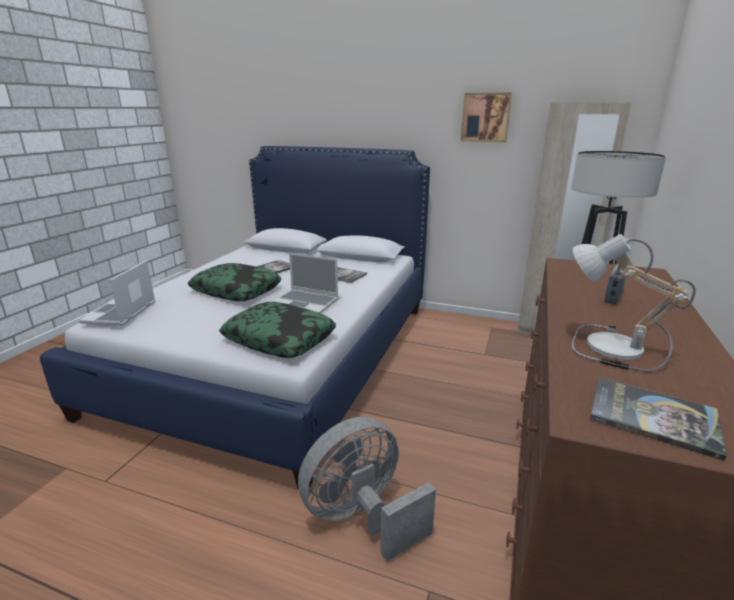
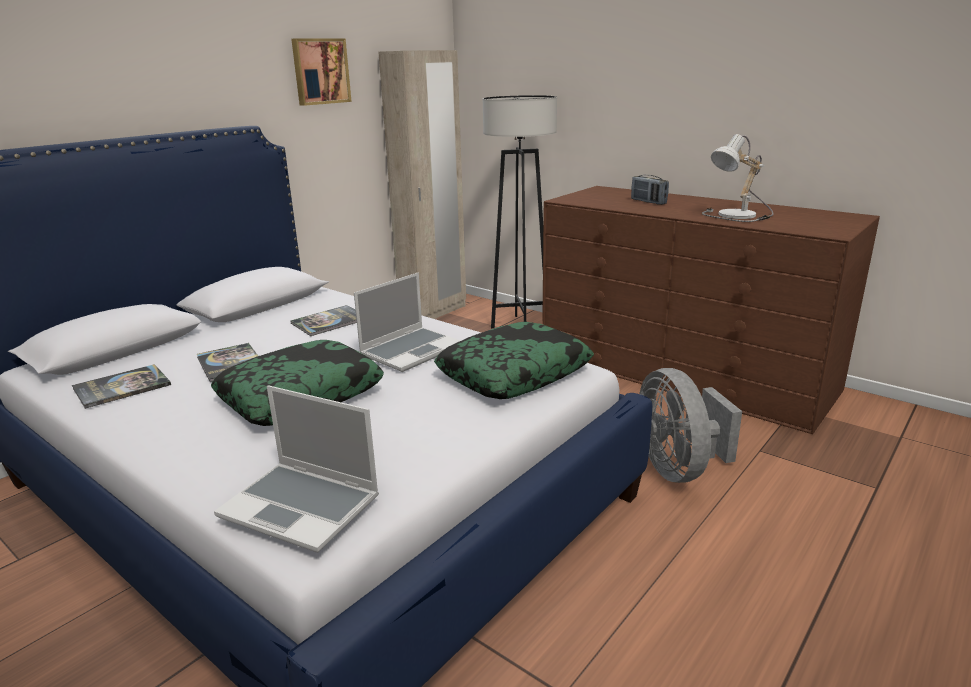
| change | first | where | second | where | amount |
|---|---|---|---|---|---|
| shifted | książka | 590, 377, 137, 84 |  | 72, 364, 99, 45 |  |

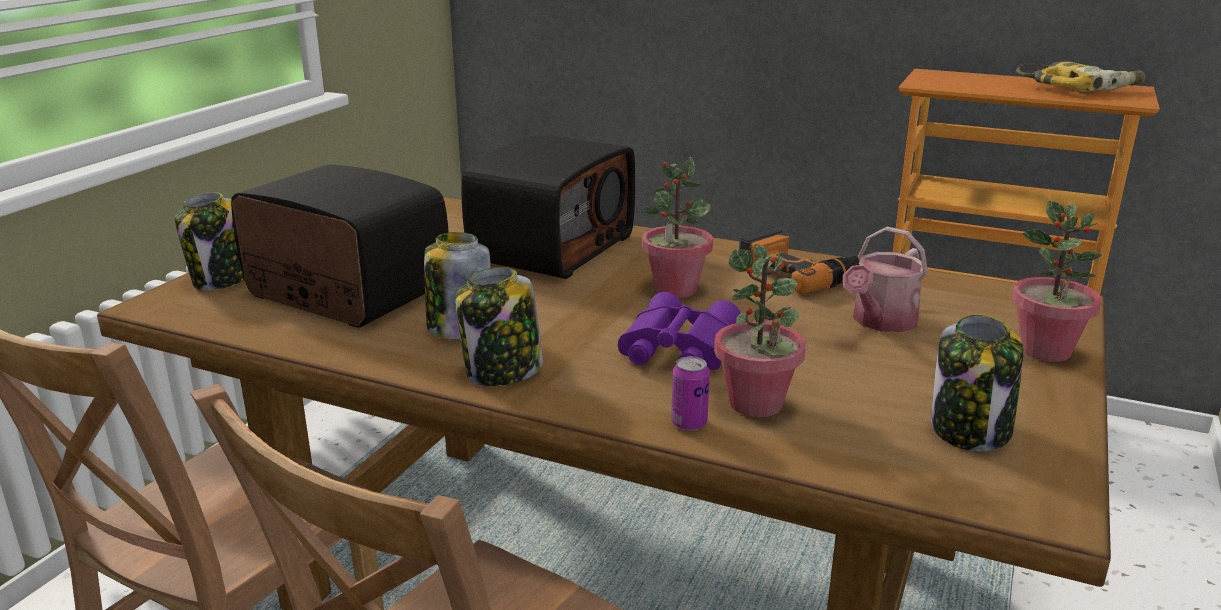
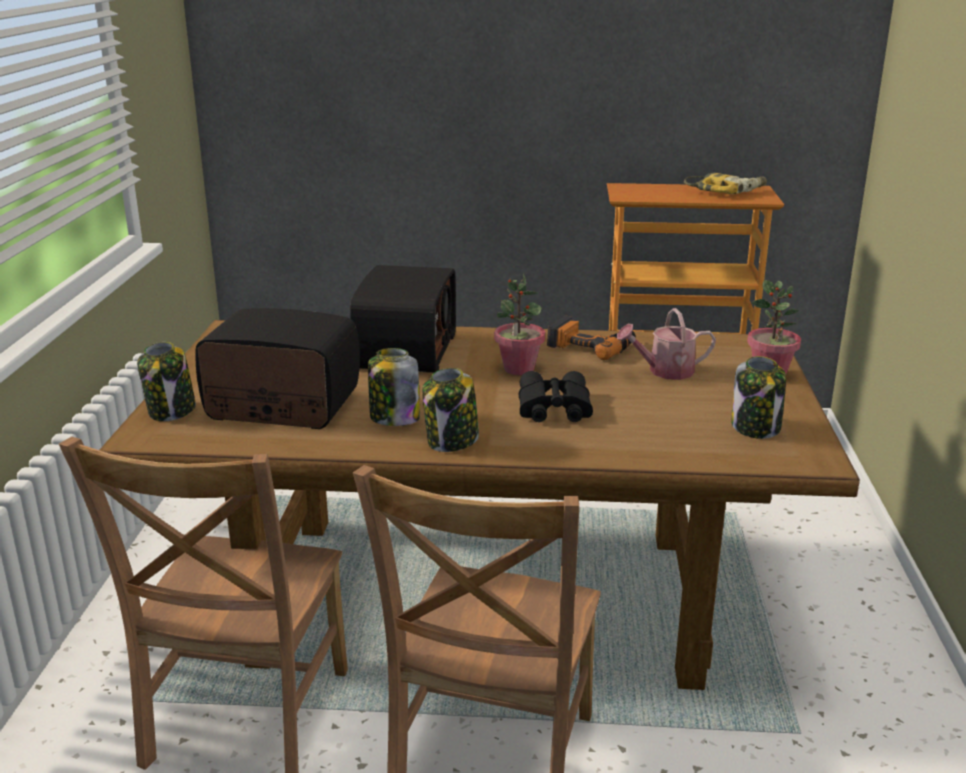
| change | first | where | second | where | amount |
|---|---|---|---|---|---|
| repainted | lornetka [fioletowy] | 618, 292, 123, 78 | lornetka [czarny] | 519, 371, 74, 51 |  |
| rotated | konewka | 843, 227, 85, 105 |  | 617, 308, 99, 72 | 60 degrees clockwise |
| gone | puszka | 671, 356, 39, 75 |  |  |  |
| gone | roślina doniczkowa | 714, 245, 92, 172 |  |  |  |

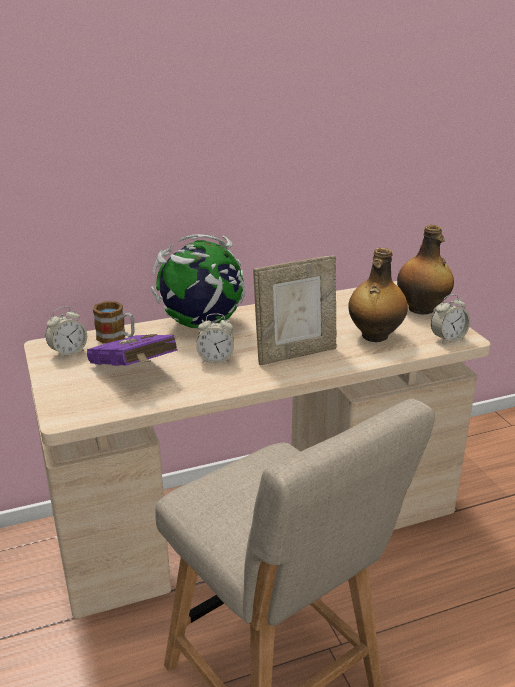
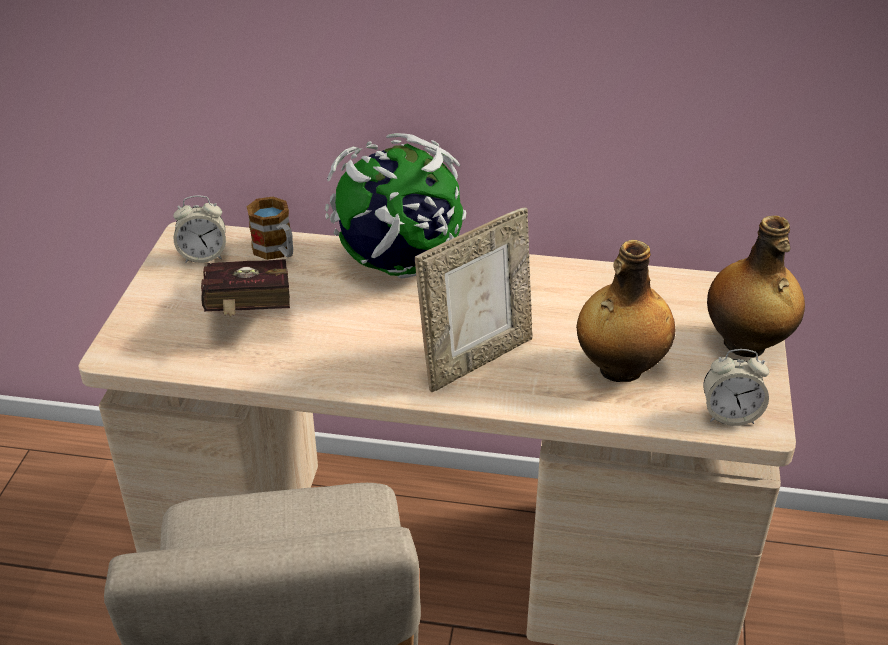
| change | first | where | second | where | amount |
|---|---|---|---|---|---|
| repainted | książka [fioletowy] | 87, 334, 91, 32 | książka [czerwony] | 201, 259, 89, 58 |  |
| rotated | ramka na zdjęcie | 253, 256, 84, 109 |  | 415, 208, 118, 184 | 45 degrees counterclockwise |
| gone | budzik | 196, 313, 38, 51 |  |  |  |

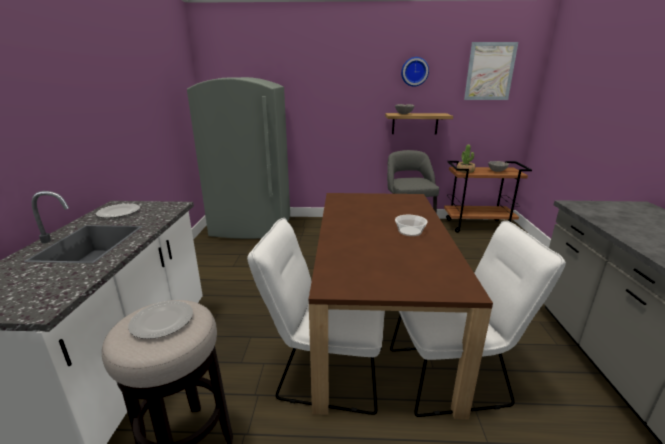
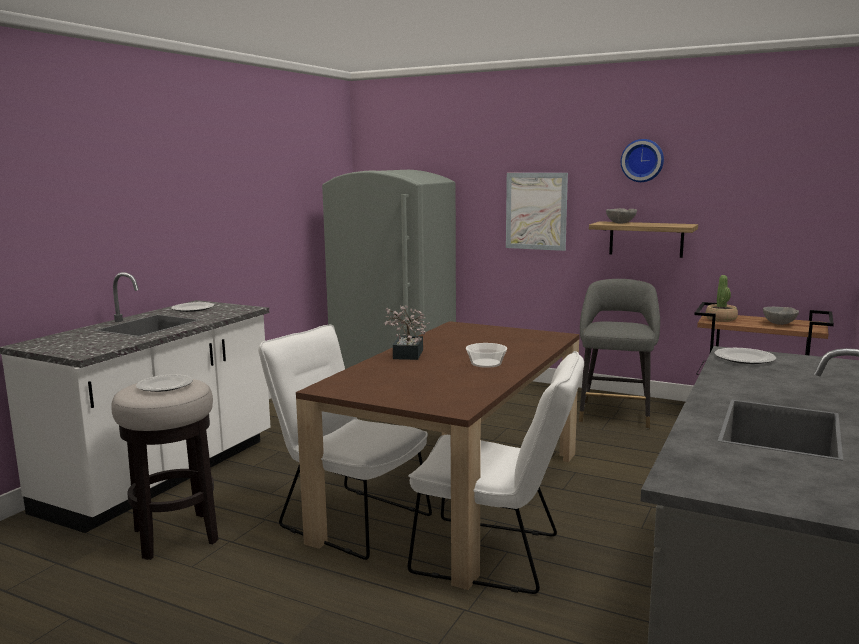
| change | first | where | second | where | amount |
|---|---|---|---|---|---|
| new |  |  | roślina doniczkowa | 384, 305, 46, 55 |  |
| shifted | obraz | 464, 42, 54, 58 |  | 506, 173, 62, 78 |  |
| new |  |  | talerz | 714, 348, 62, 16 |  |

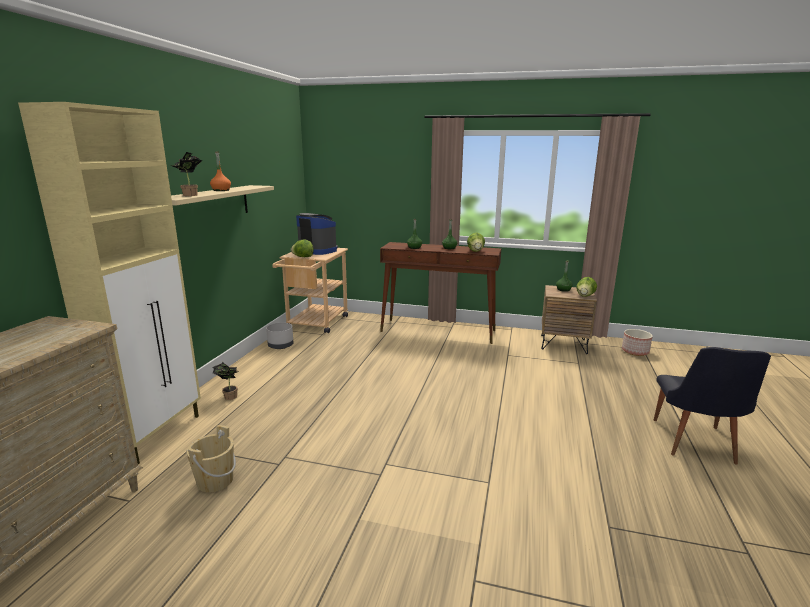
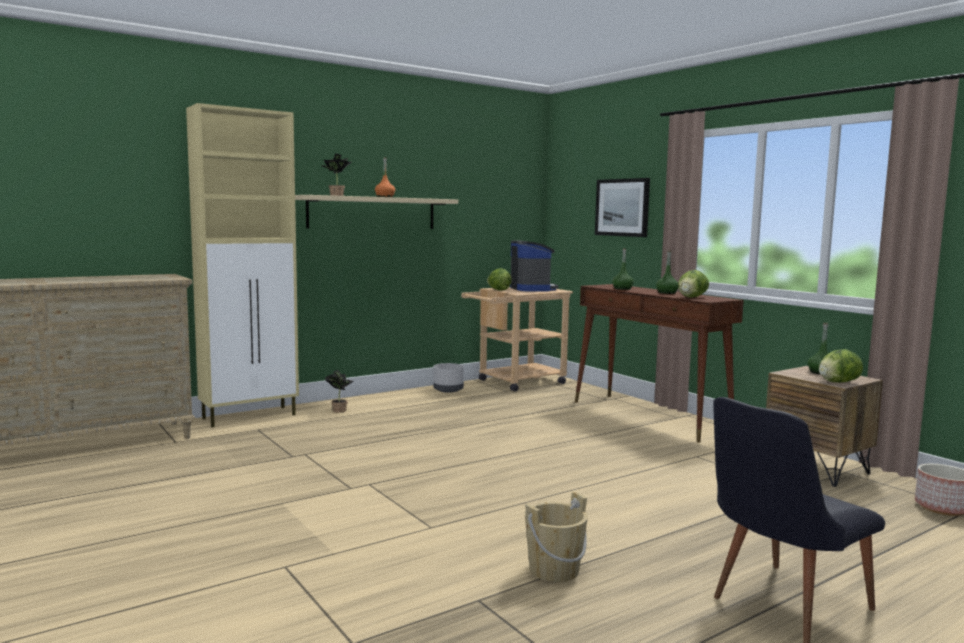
| change | first | where | second | where | amount |
|---|---|---|---|---|---|
| shifted | wiadro [beżowy] | 186, 425, 50, 67 |  | 525, 492, 63, 90 |  |
| new |  |  | obraz | 595, 178, 55, 59 |  |

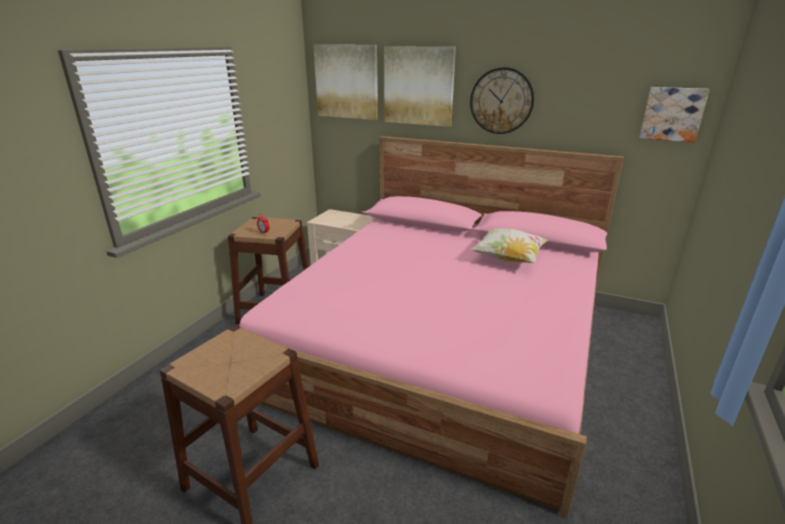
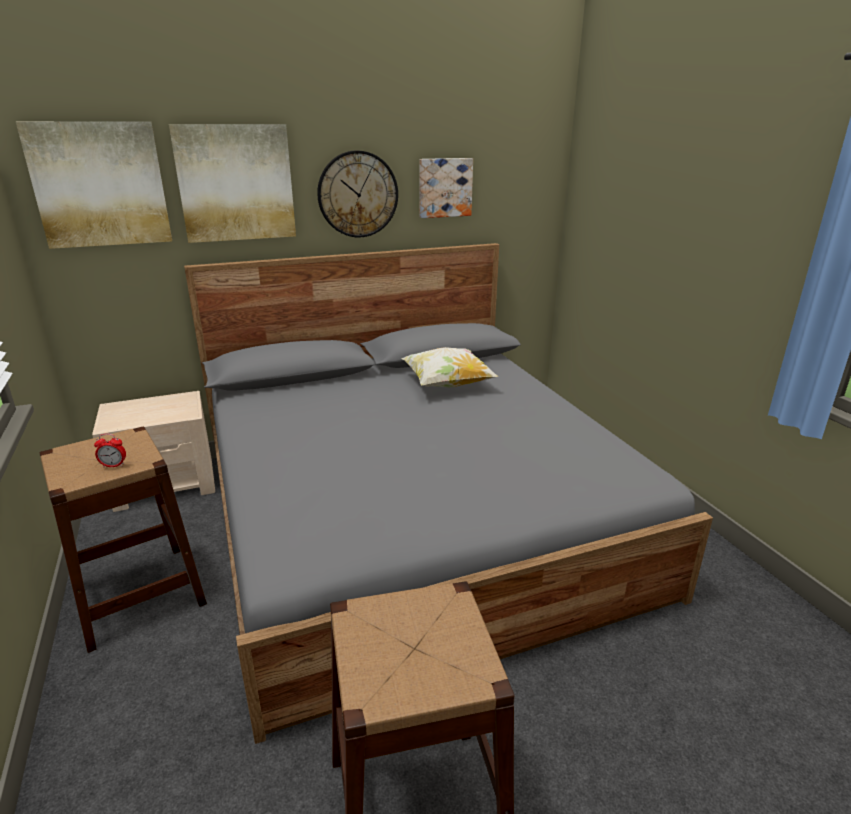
| change | first | where | second | where | amount |
|---|---|---|---|---|---|
| repainted | łóżko [różowy] | 240, 136, 384, 382 | łóżko [szary] | 184, 243, 529, 501 |  |
| shifted | obraz | 640, 87, 70, 55 |  | 419, 158, 54, 60 |  |

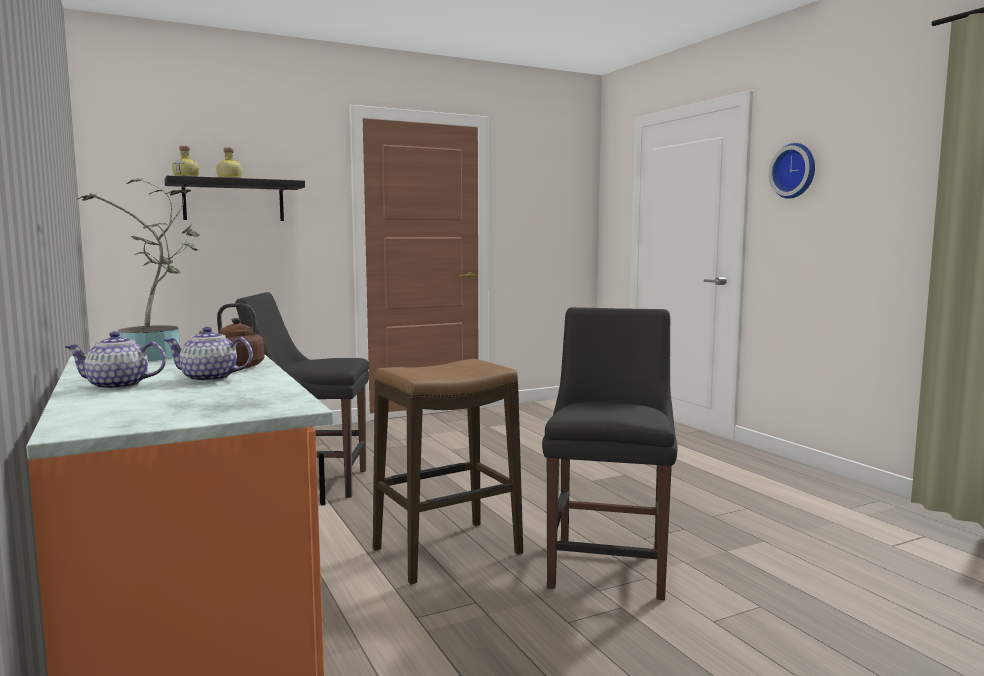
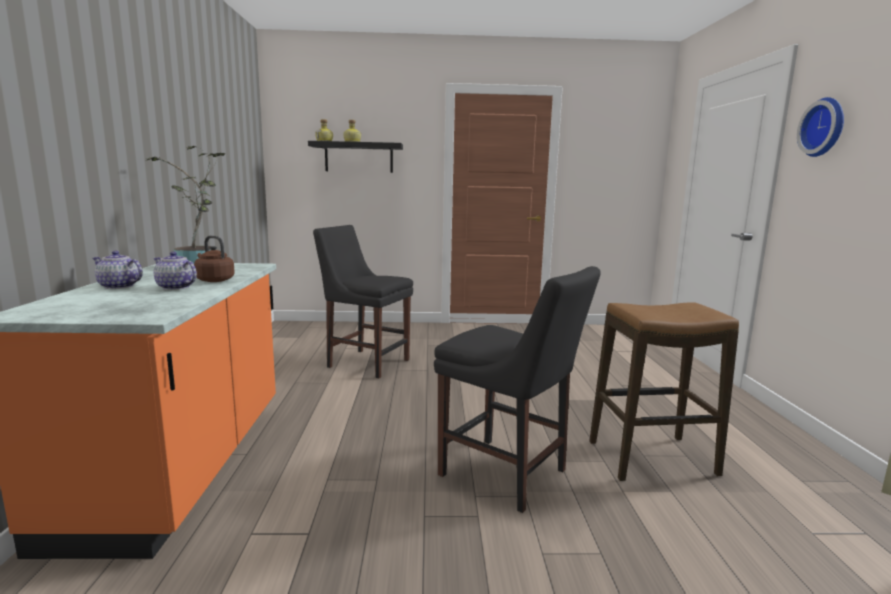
| change | first | where | second | where | amount |
|---|---|---|---|---|---|
| rotated | krzesło [czarny] | 542, 307, 135, 293 |  | 434, 266, 167, 247 | 90 degrees clockwise |
| shifted | stołek | 373, 359, 150, 226 |  | 589, 302, 150, 179 |  |

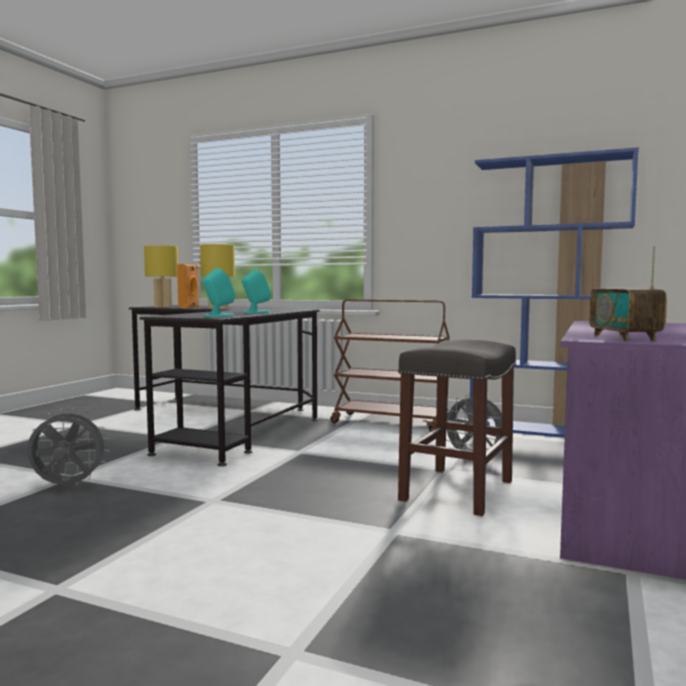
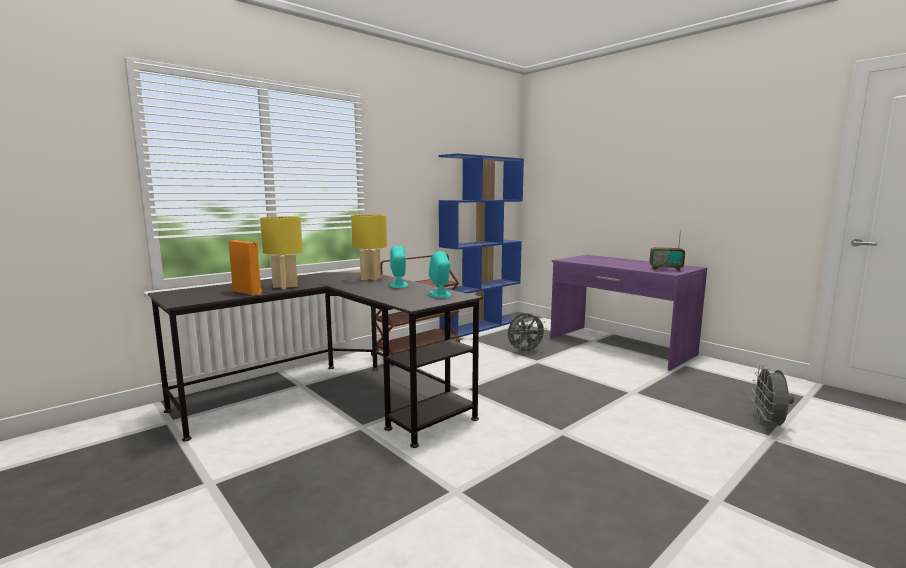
| change | first | where | second | where | amount |
|---|---|---|---|---|---|
| shifted | lampa stołowa [żółty] | 144, 245, 34, 63 |  | 351, 214, 36, 66 |  |
| shifted | wentylator [szary] | 27, 408, 83, 77 |  | 751, 365, 43, 63 |  |
| gone | stołek [szary] | 398, 340, 118, 176 |  |  |  |

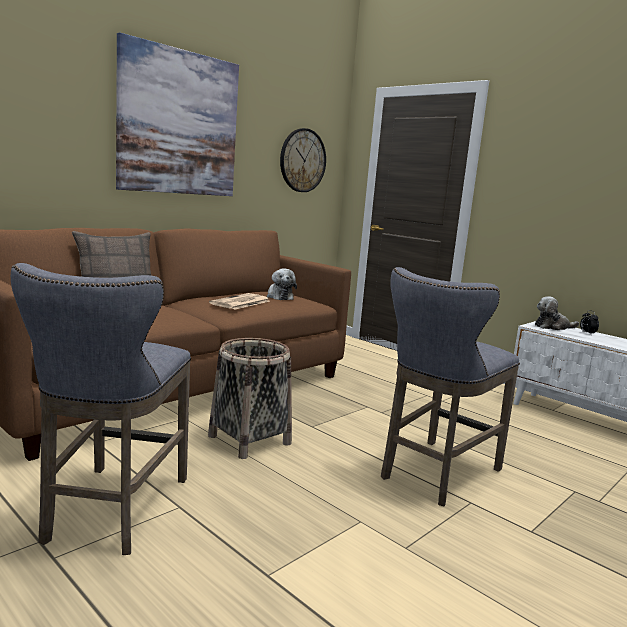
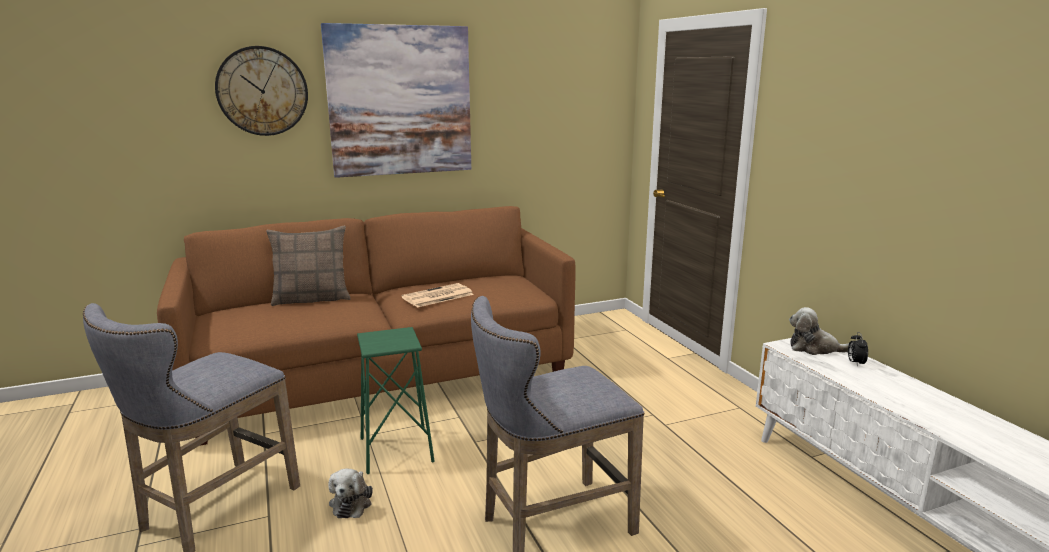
| change | first | where | second | where | amount |
|---|---|---|---|---|---|
| shifted | zegar ścienny | 280, 128, 46, 64 |  | 215, 46, 93, 90 |  |
| shifted | pluszak | 267, 268, 30, 32 |  | 329, 468, 44, 50 |  |
| swapped | koszyk | 208, 338, 84, 121 | stołek [zielony] | 357, 327, 78, 147 |  |

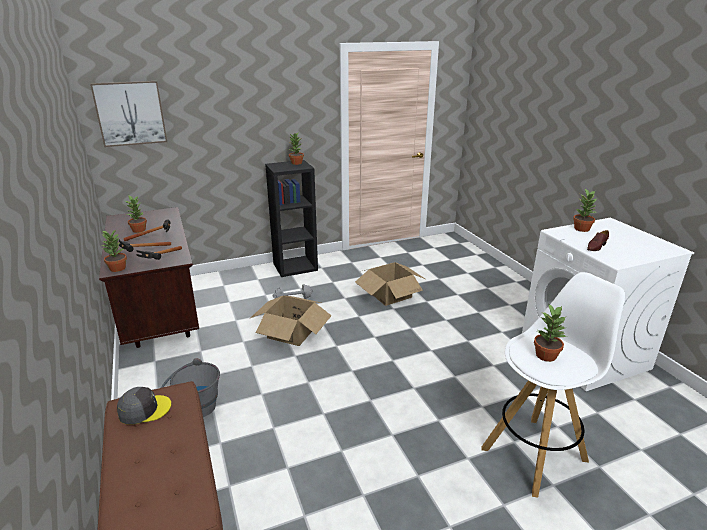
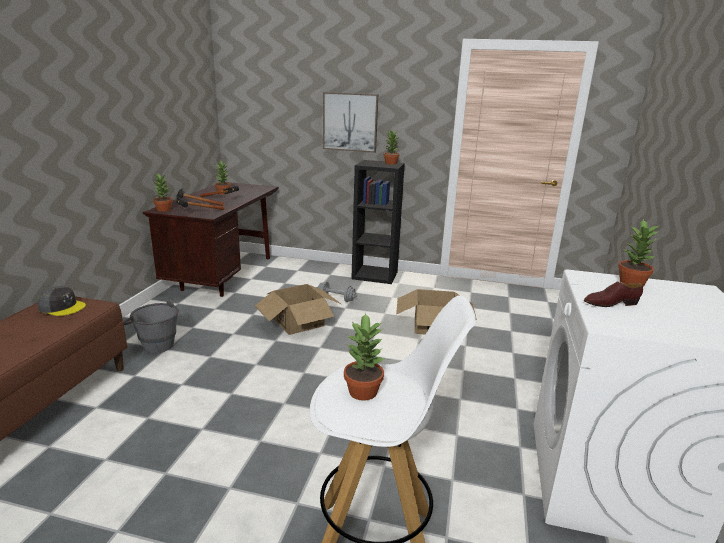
| change | first | where | second | where | amount |
|---|---|---|---|---|---|
| shifted | obraz | 90, 81, 77, 66 |  | 323, 92, 55, 61 |  |

